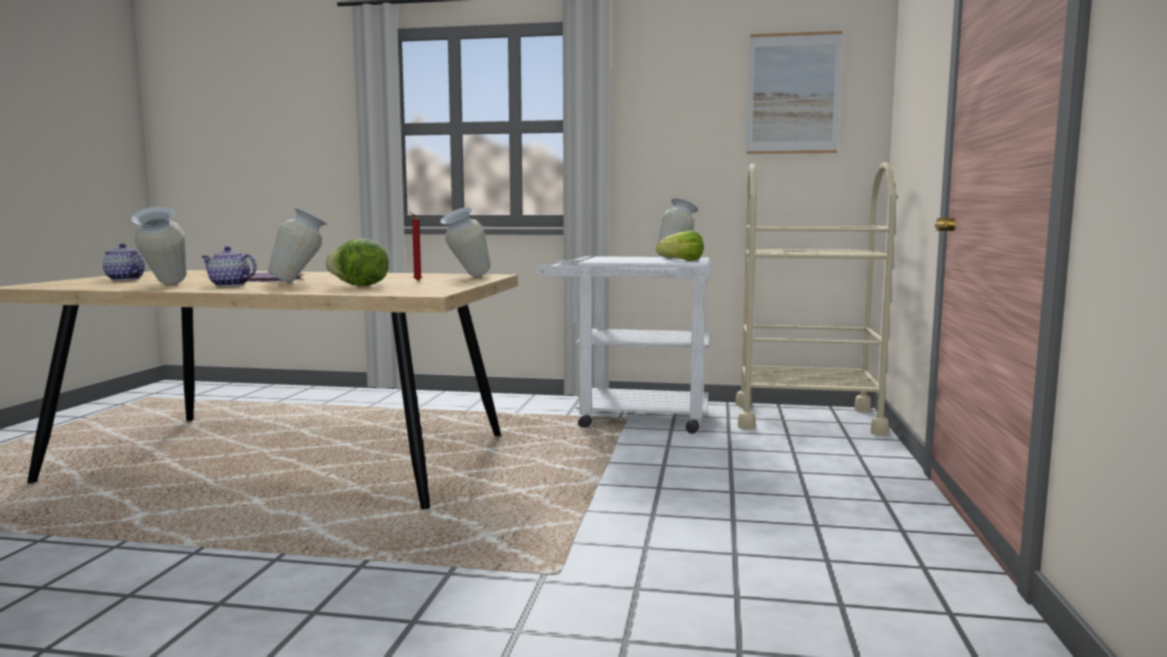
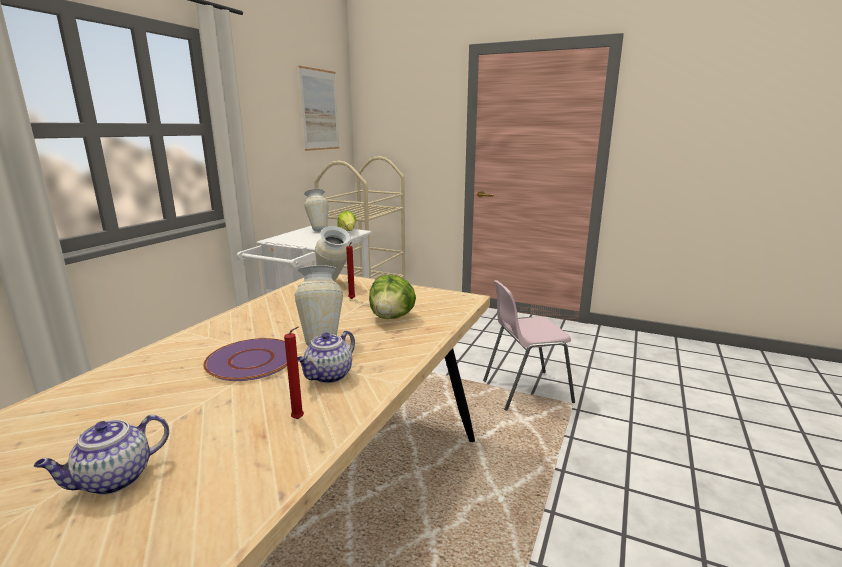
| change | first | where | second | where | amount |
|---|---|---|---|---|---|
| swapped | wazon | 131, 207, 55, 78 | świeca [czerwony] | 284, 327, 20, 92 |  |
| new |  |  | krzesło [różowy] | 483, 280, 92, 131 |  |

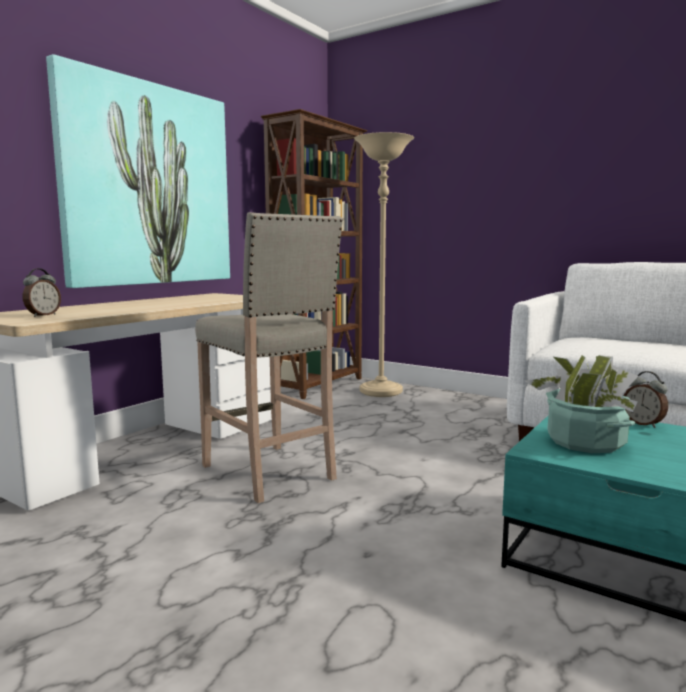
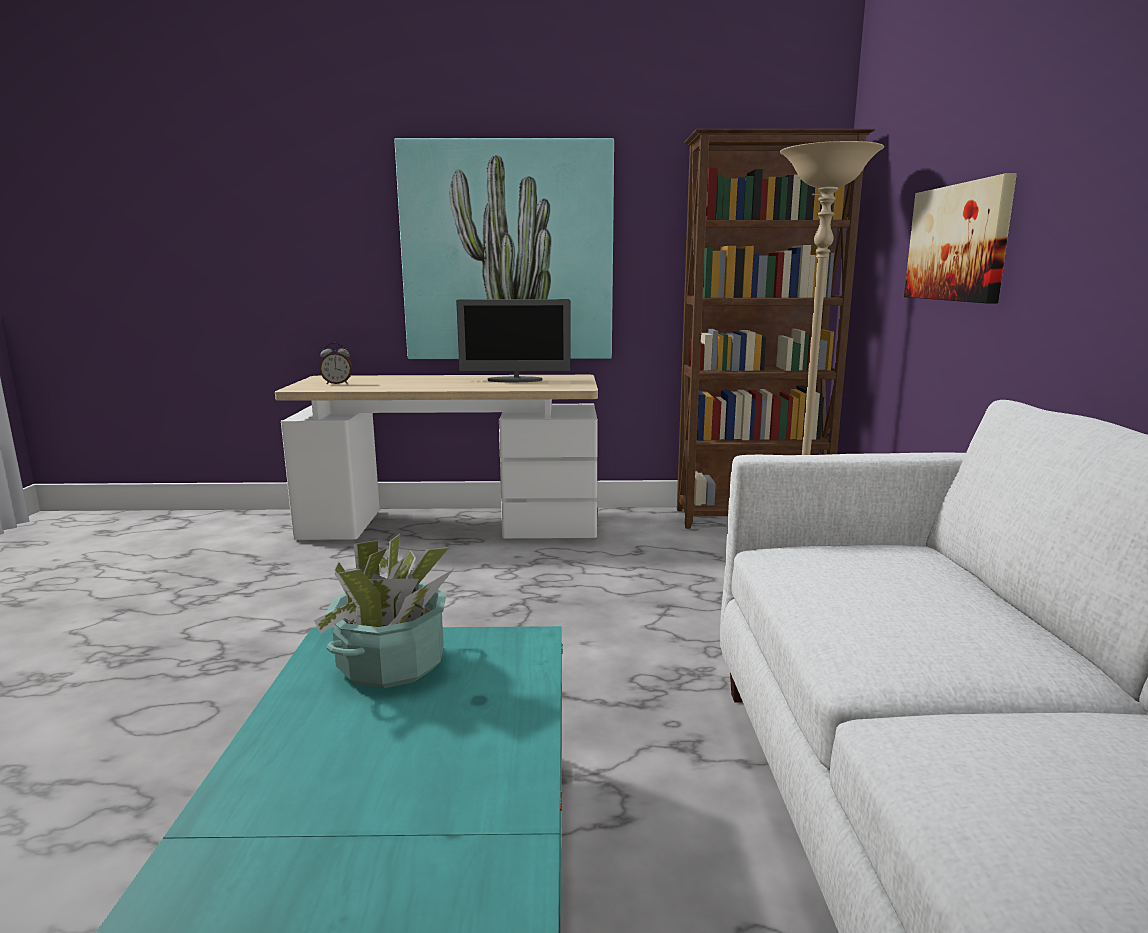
| change | first | where | second | where | amount |
|---|---|---|---|---|---|
| new |  |  | monitor | 456, 299, 115, 83 |  |
| new |  |  | obraz | 904, 173, 113, 130 |  |
| gone | stołek [beżowy] | 195, 212, 148, 291 |  |  |  |
| gone | budzik | 624, 371, 44, 57 |  |  |  |

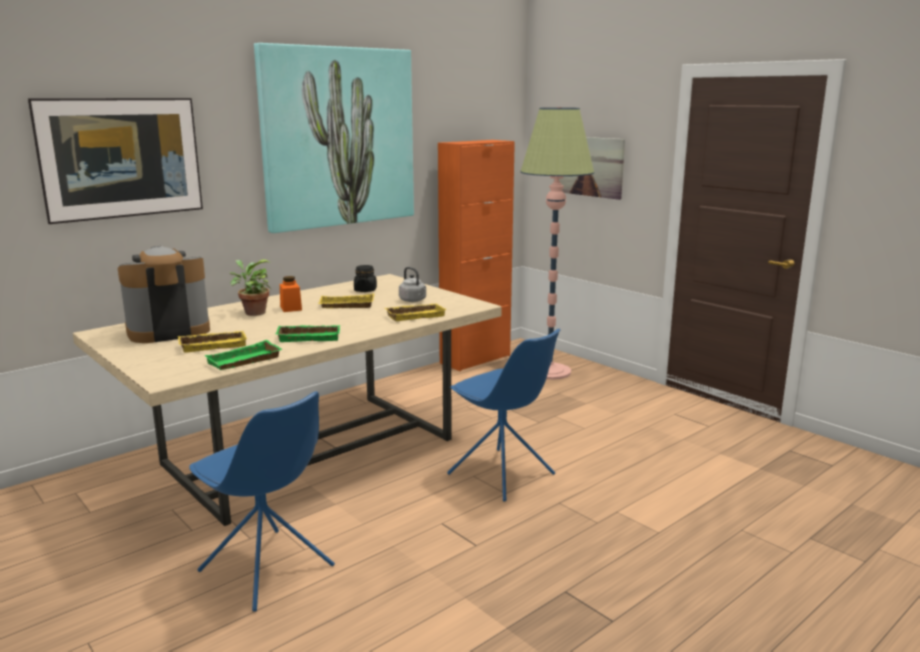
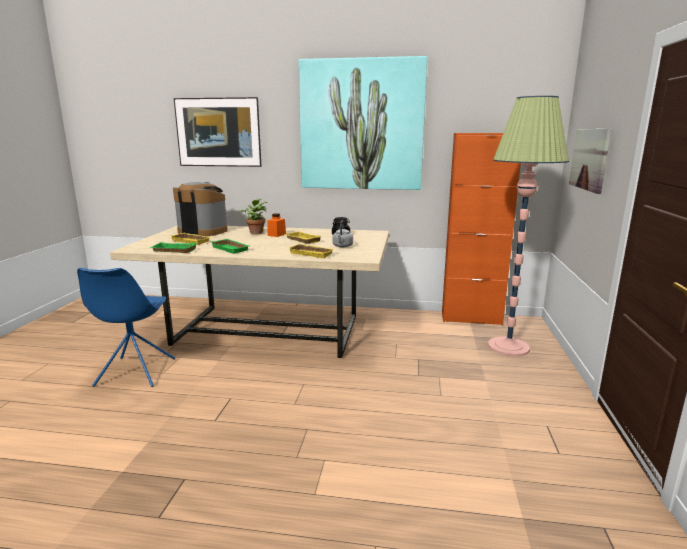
| change | first | where | second | where | amount |
|---|---|---|---|---|---|
| gone | krzesło [niebieski] | 447, 329, 113, 173 |  |  |  |

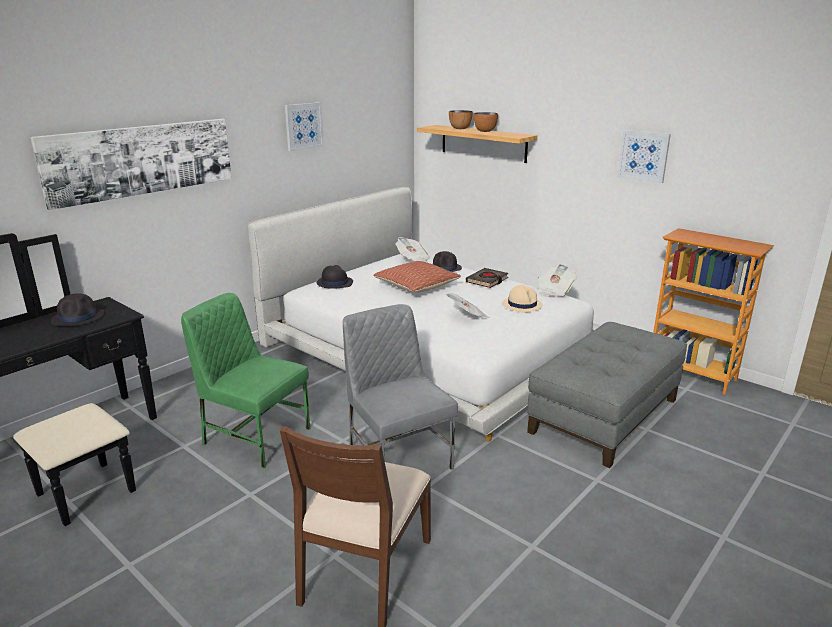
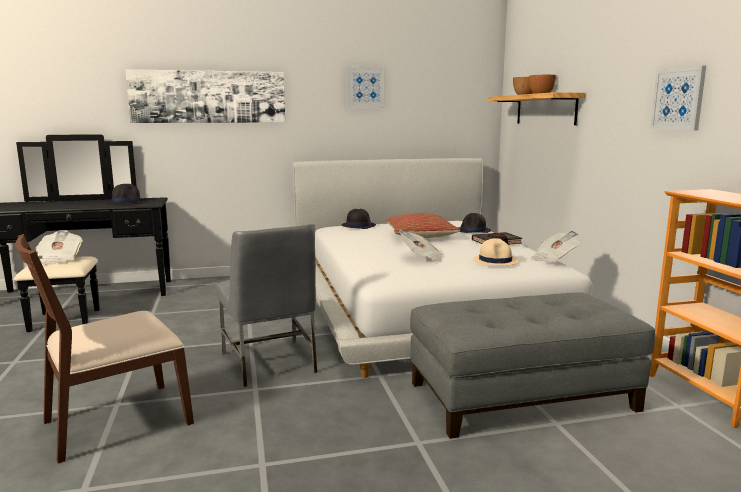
| change | first | where | second | where | amount |
|---|---|---|---|---|---|
| shifted | gazeta | 395, 237, 35, 25 |  | 35, 231, 48, 34 |  |
| rotated | krzesło [szary] | 343, 304, 115, 166 |  | 216, 224, 101, 163 | 150 degrees clockwise |
| gone | krzesło [zielony] | 181, 293, 129, 175 |  |  |  |

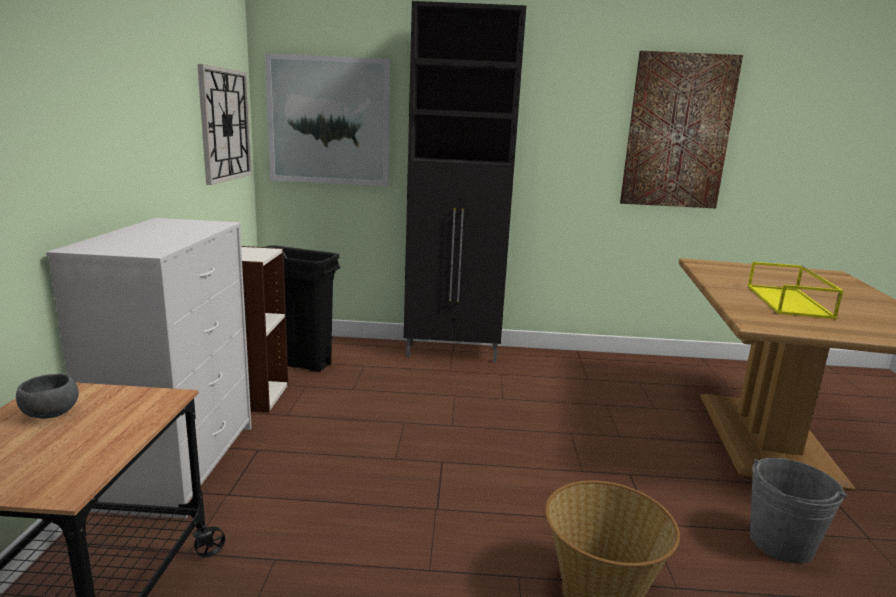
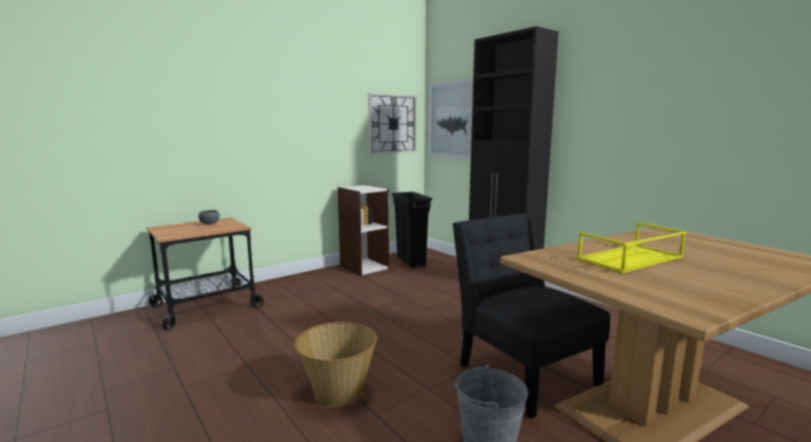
| change | first | where | second | where | amount |
|---|---|---|---|---|---|
| new |  |  | krzesło [czarny] | 453, 213, 157, 206 |  |
| gone | komoda [biały] | 46, 218, 206, 301 |  |  |  |
| gone | obraz | 620, 51, 123, 157 |  |  |  |

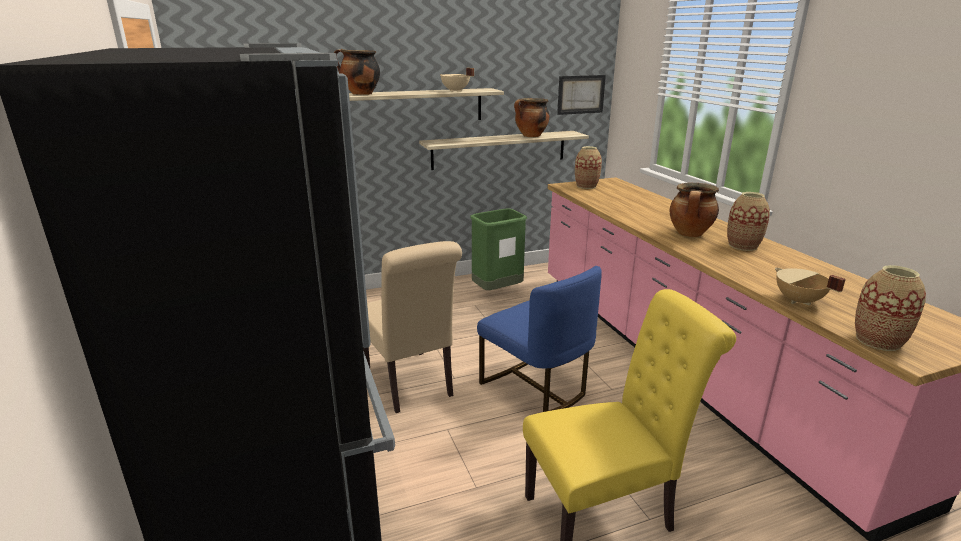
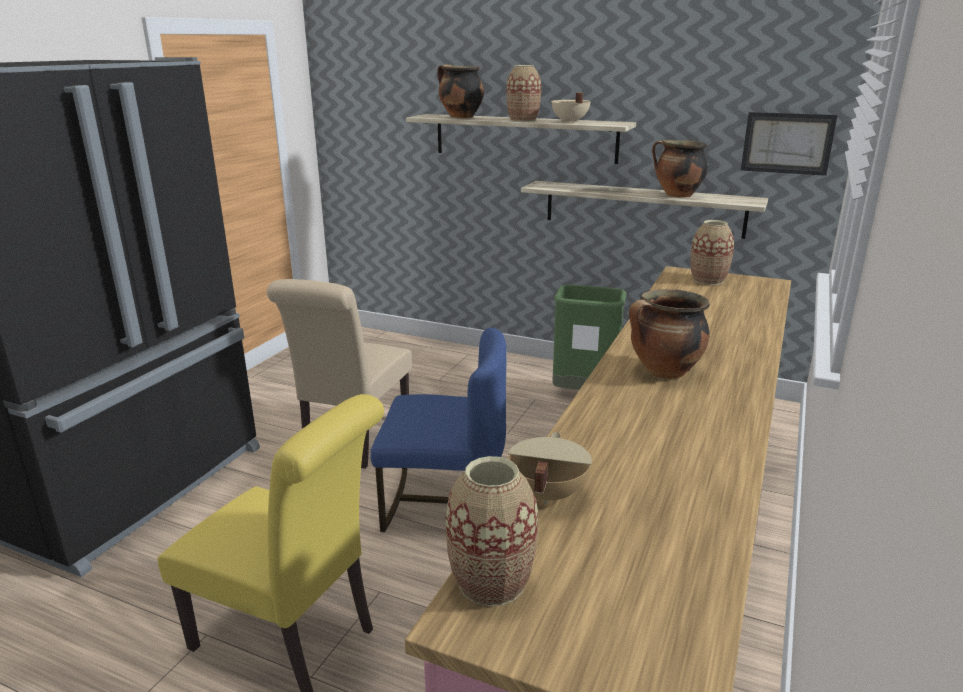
| change | first | where | second | where | amount |
|---|---|---|---|---|---|
| rotated | krzesło [niebieski] | 477, 266, 125, 146 |  | 370, 328, 137, 204 | 90 degrees counterclockwise |
| shifted | wazon | 727, 192, 43, 59 |  | 507, 65, 34, 57 |  |

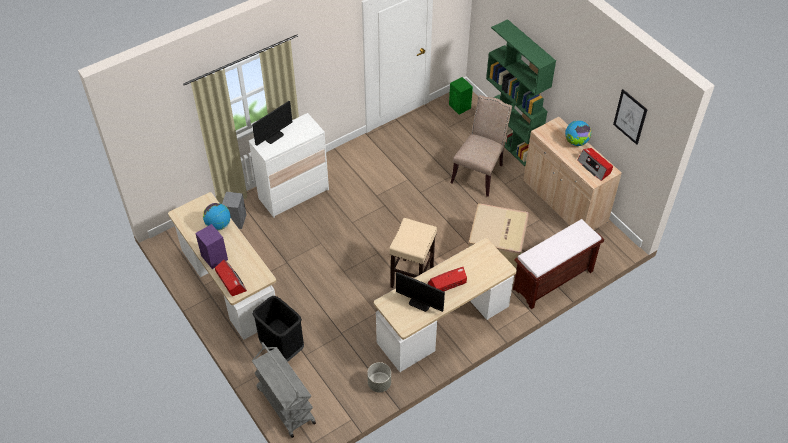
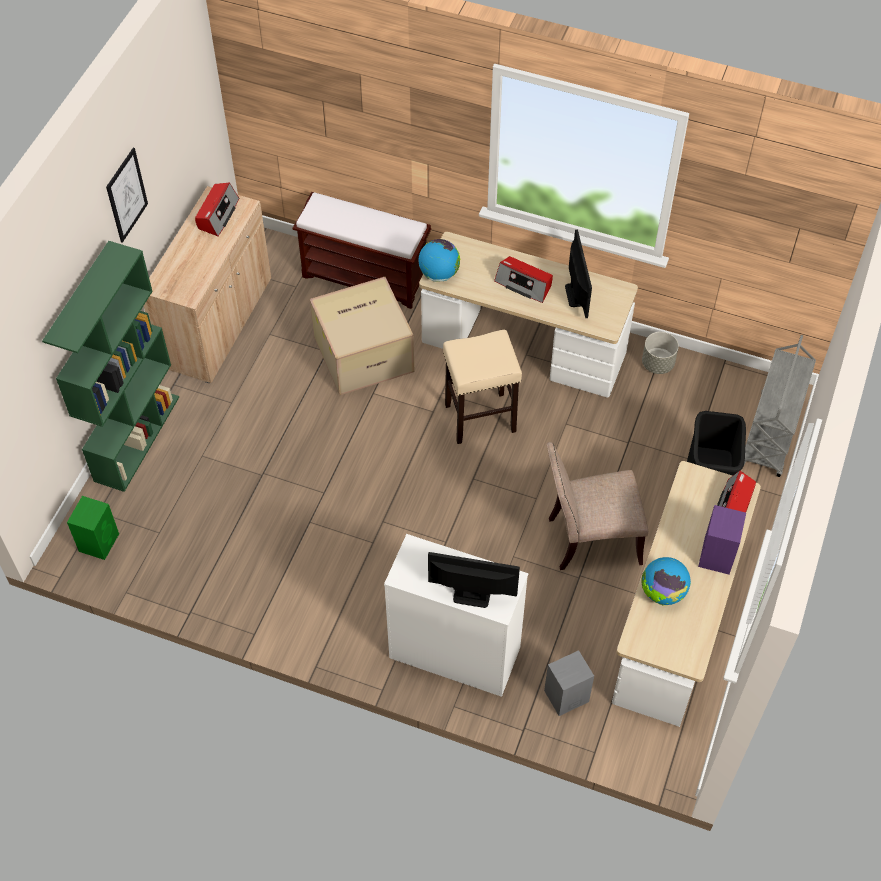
| change | first | where | second | where | amount |
|---|---|---|---|---|---|
| shifted | obraz | 613, 89, 35, 56 |  | 106, 148, 42, 95 |  |
| shifted | globus | 565, 120, 26, 26 |  | 419, 239, 41, 43 |  |
| shifted | krzesło [beżowy] | 451, 95, 61, 102 |  | 546, 442, 102, 128 |  |

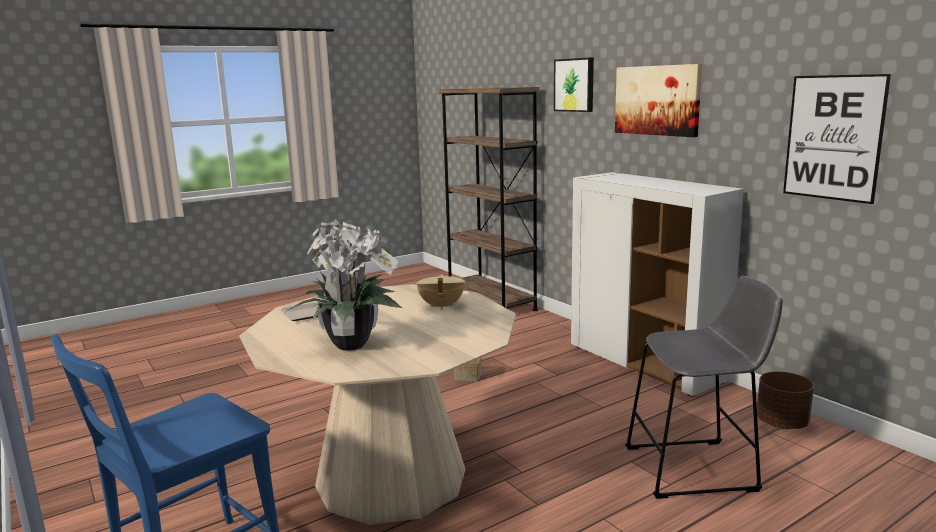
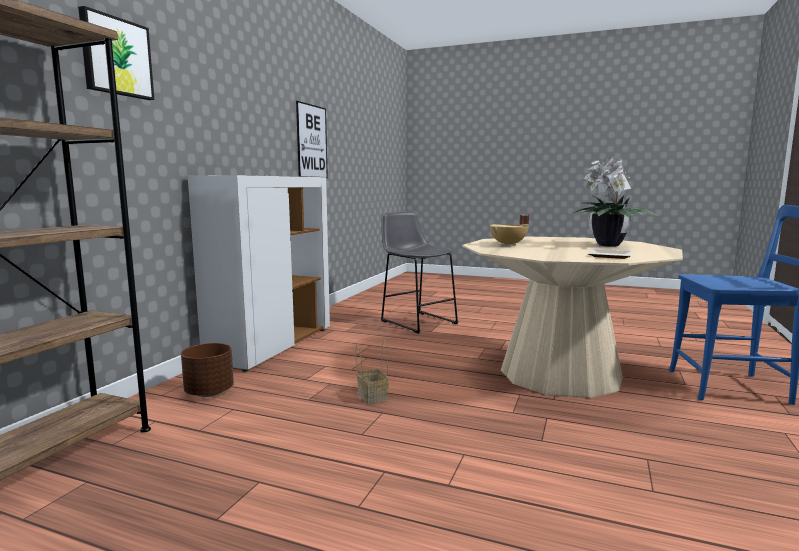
| change | first | where | second | where | amount |
|---|---|---|---|---|---|
| shifted | donica [brązowy] | 757, 371, 57, 58 |  | 181, 343, 53, 54 |  |
| gone | obraz | 615, 64, 87, 73 |  |  |  |

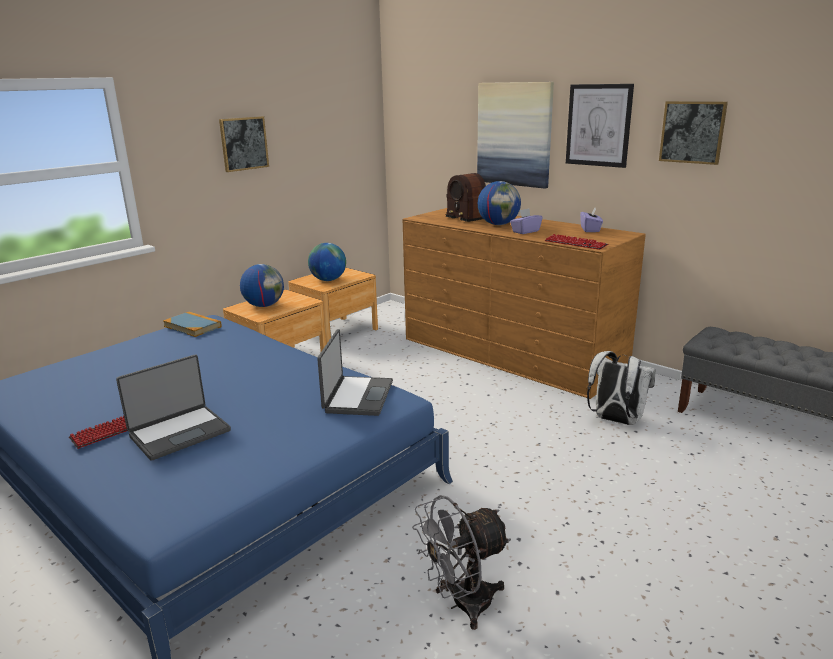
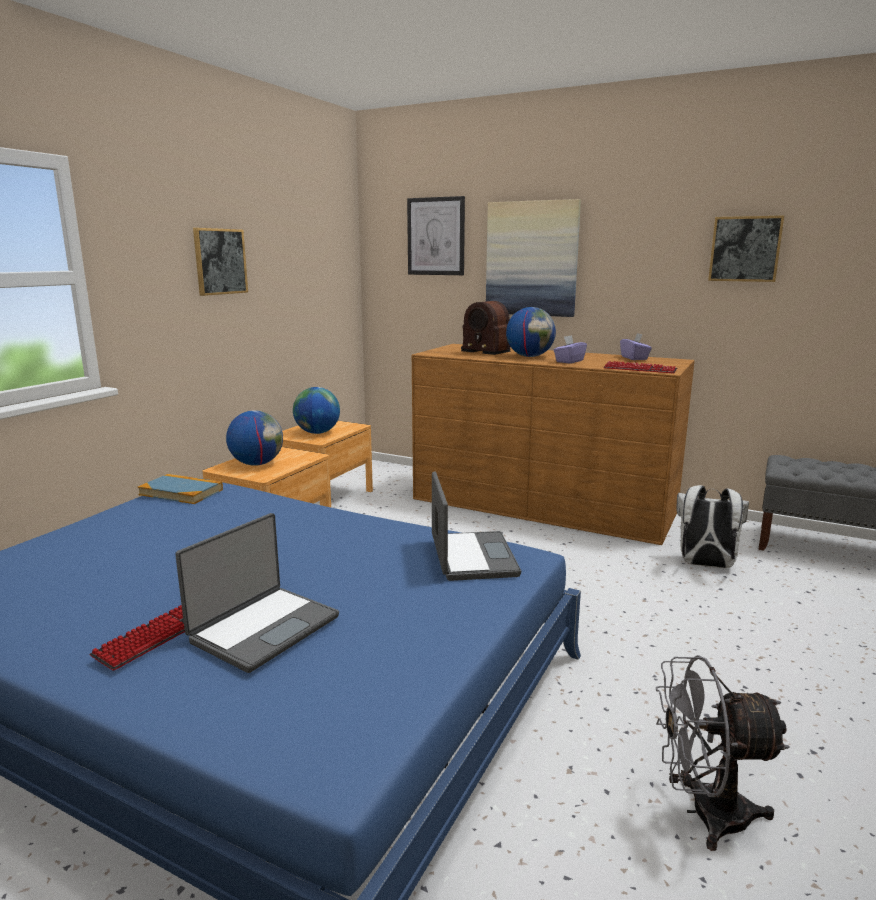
| change | first | where | second | where | amount |
|---|---|---|---|---|---|
| shifted | obraz | 566, 84, 68, 84 |  | 407, 196, 58, 79 |  |
| rotated | wentylator [szary] | 412, 495, 99, 135 |  | 656, 655, 134, 196 | 45 degrees clockwise |

